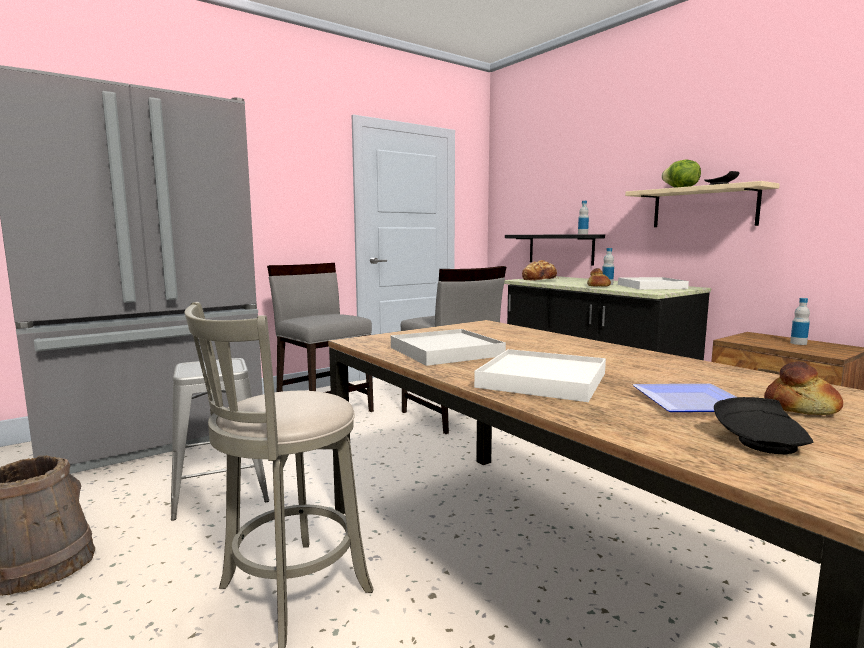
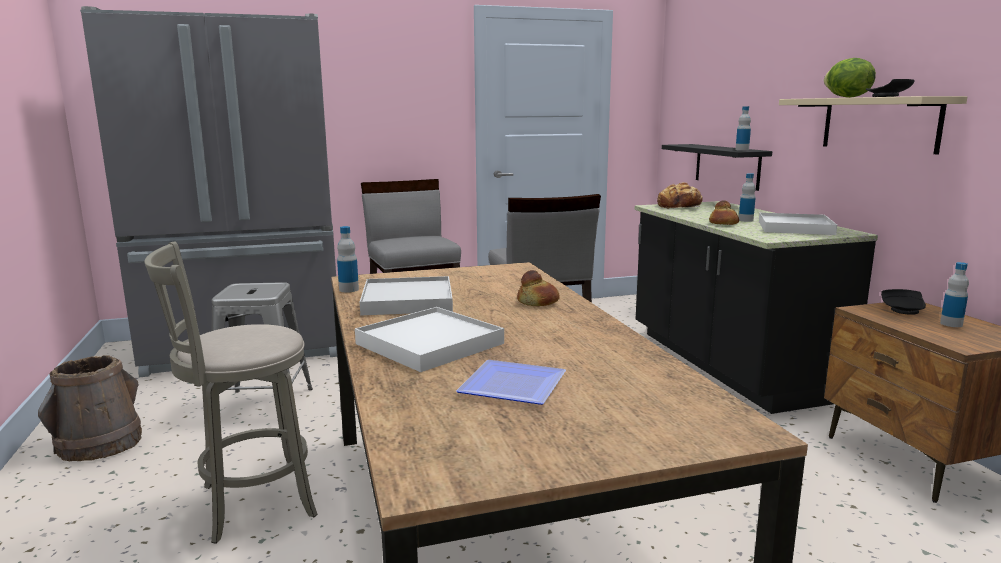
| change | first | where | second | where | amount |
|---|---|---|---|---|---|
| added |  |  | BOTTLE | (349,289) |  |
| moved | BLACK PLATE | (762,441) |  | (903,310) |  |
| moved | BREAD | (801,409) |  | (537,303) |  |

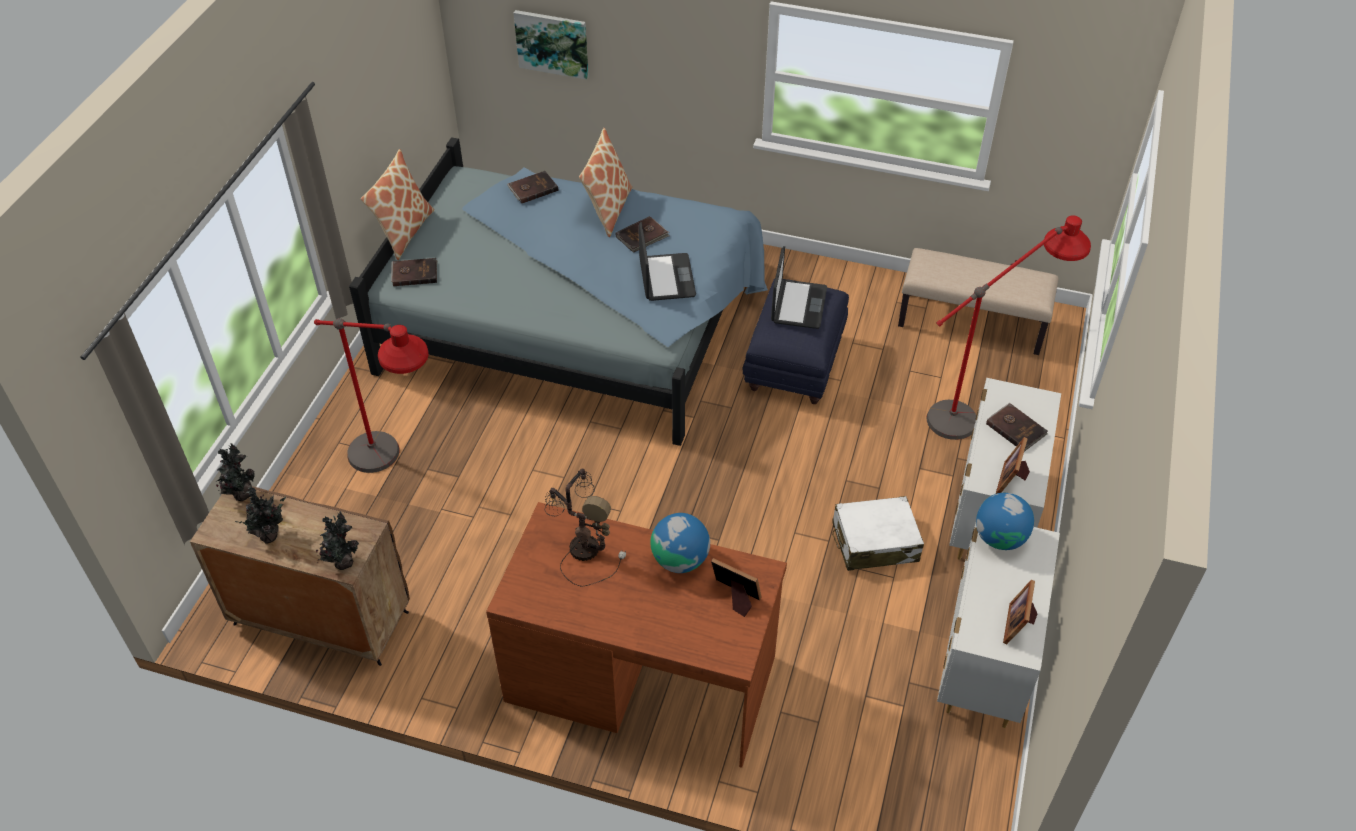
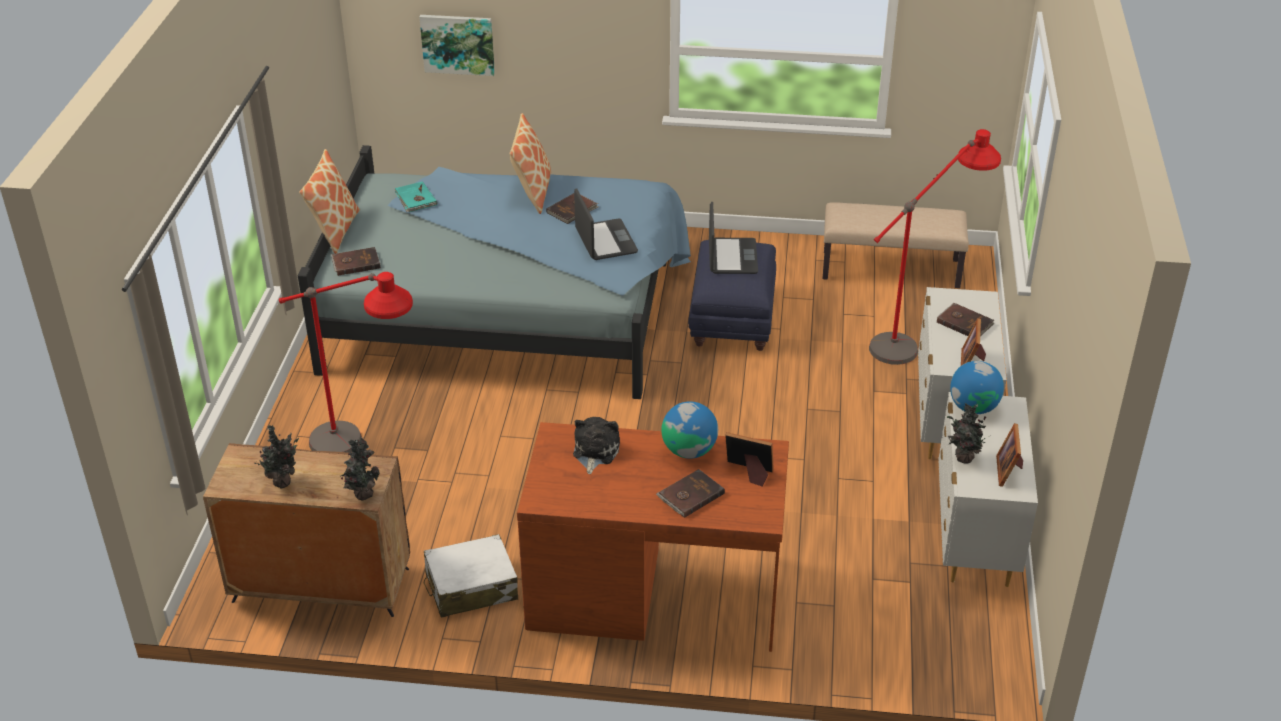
| change | first | where | second | where | amount |
|---|---|---|---|---|---|
| added |  |  | TURQUOISE BOOK | (415,199) |  |
| moved | POTTED PLANT | (241,494) |  | (962,458) |  |
| moved | BROWN BOOK | (532,188) |  | (690,495) |  |
| moved | WHITE SUITCASE | (874,542) |  | (471,587) |  |
| replaced | TABLE LAMP | (583,547) | PLUSH TOY | (594,452) |  |

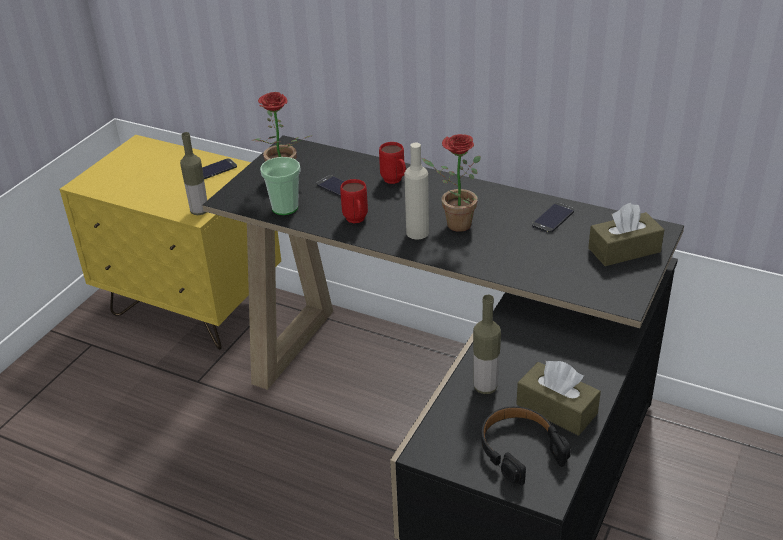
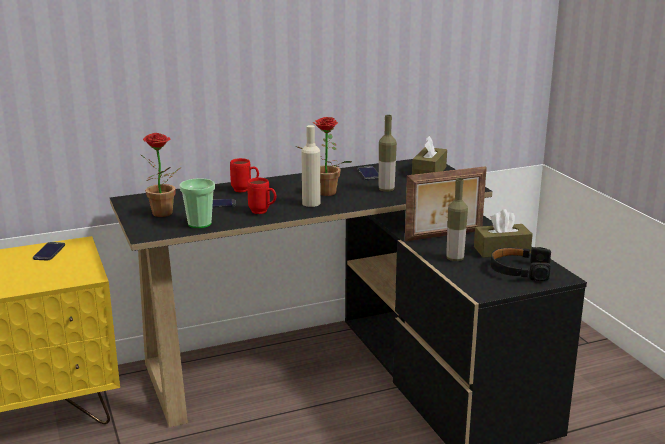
| change | first | where | second | where | amount |
|---|---|---|---|---|---|
| added |  |  | PICTURE FRAME | (444,236) |  |
| moved | BOTTLE | (199,211) |  | (386,189) |  |

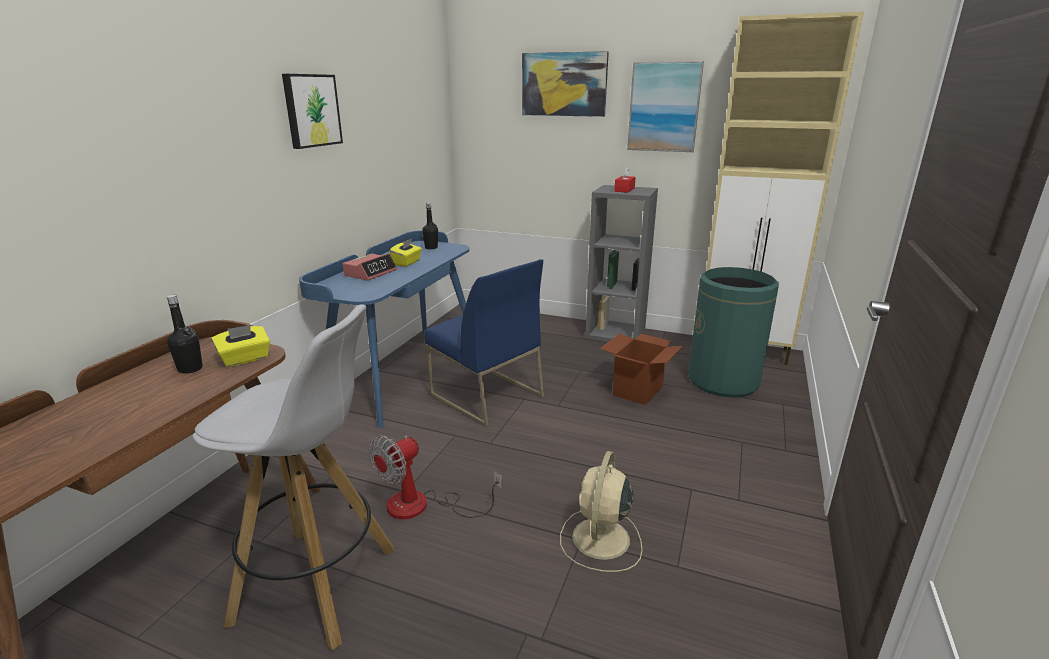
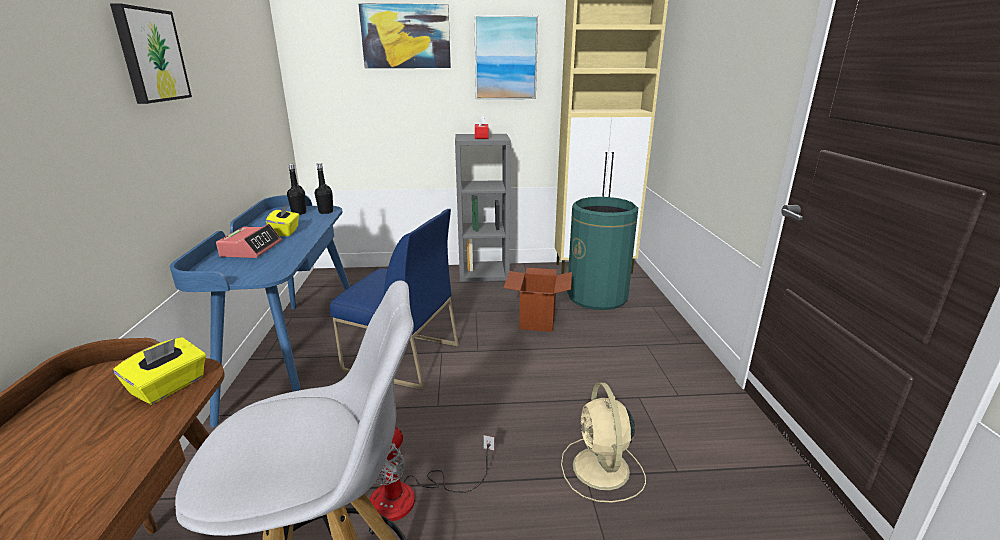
| change | first | where | second | where | amount |
|---|---|---|---|---|---|
| moved | BLACK BOTTLE | (190,369) |  | (326,212) |  |

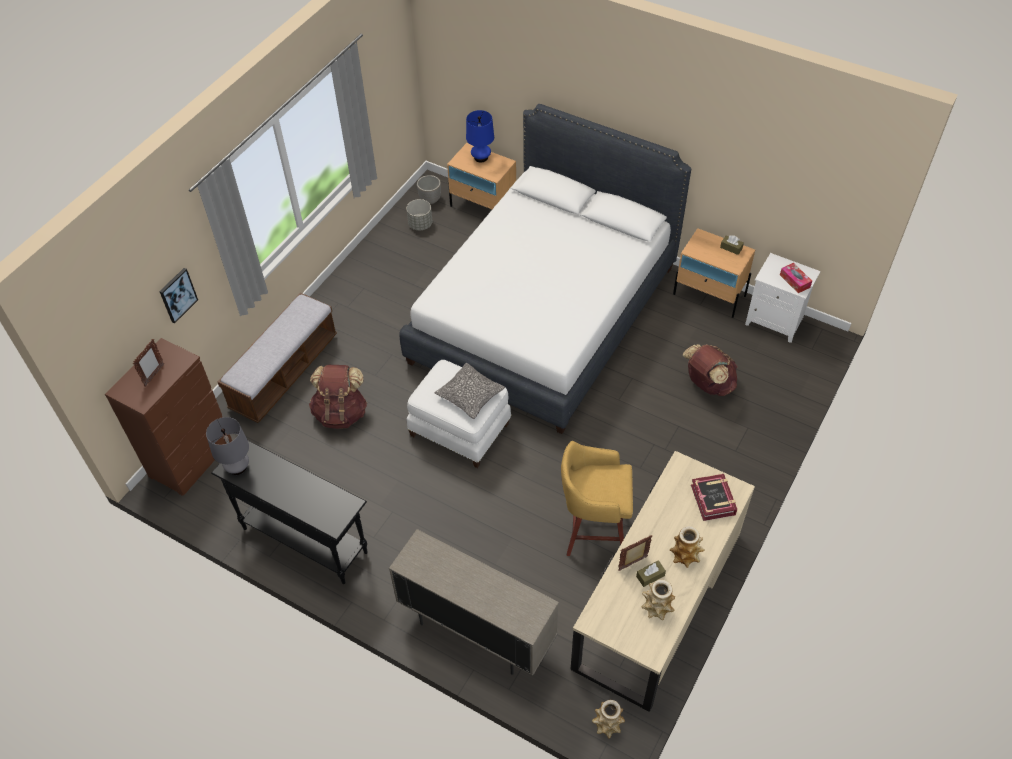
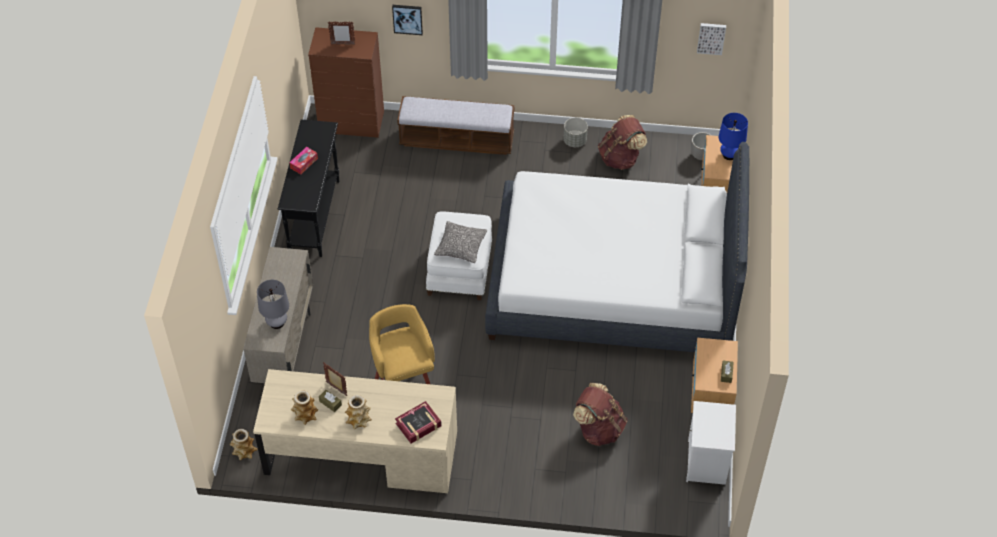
| change | first | where | second | where | amount |
|---|---|---|---|---|---|
| added |  |  | PICTURE | (711,37) |  |
| moved | GREY TABLE LAMP | (237,467) |  | (276,322) |  |
| moved | BROWN BACKPACK | (341,413) |  | (620,158) |  |
| moved | GREY PLANTER | (420,224) |  | (575,141) |  |
| moved | TISSUE BOX | (794,281) |  | (304,163) |  |

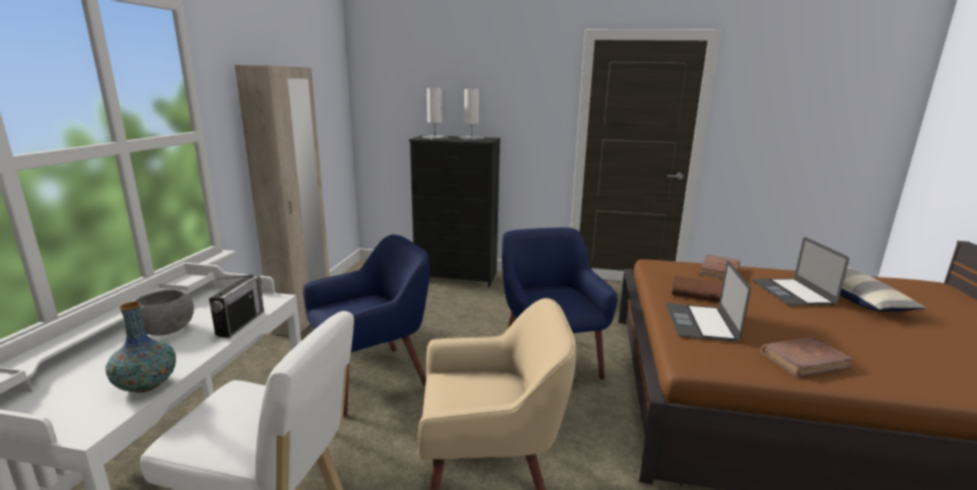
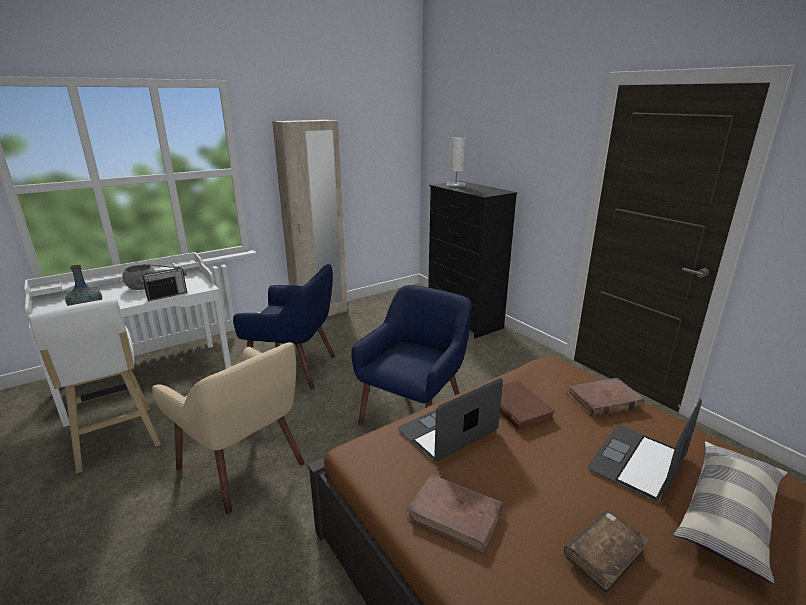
| change | first | where | second | where | amount |
|---|---|---|---|---|---|
| removed | WHITE TABLE LAMP | (471,138) |  |  |  |
| added |  |  | BROWN BOOK | (603,556) |  |

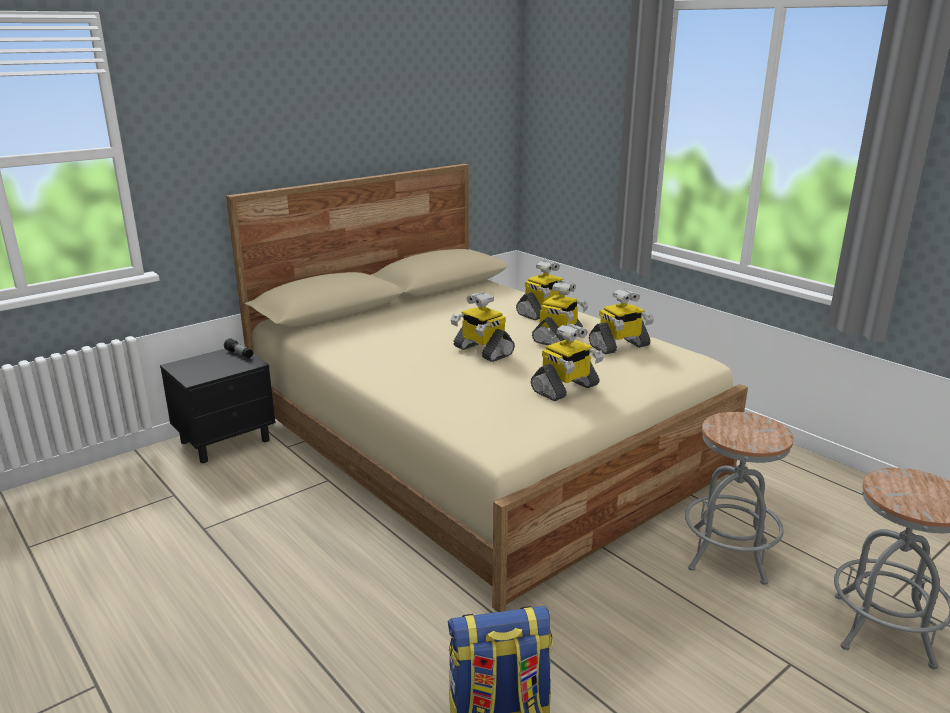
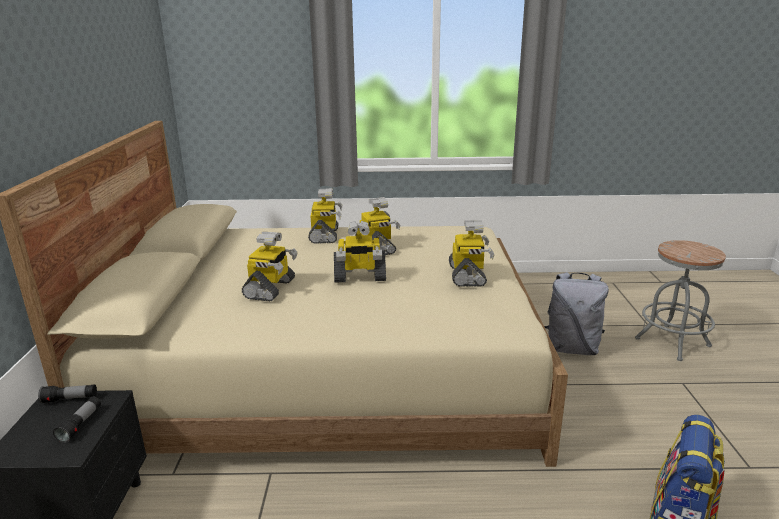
| change | first | where | second | where | amount |
|---|---|---|---|---|---|
| added |  |  | FLASHLIGHT | (80,424) |  |
| moved | TOY ROBOT | (619,346) |  | (271,289) |  |
| replaced | GREY STOOL | (728,555) | GREY BACKPACK | (571,348) |  |

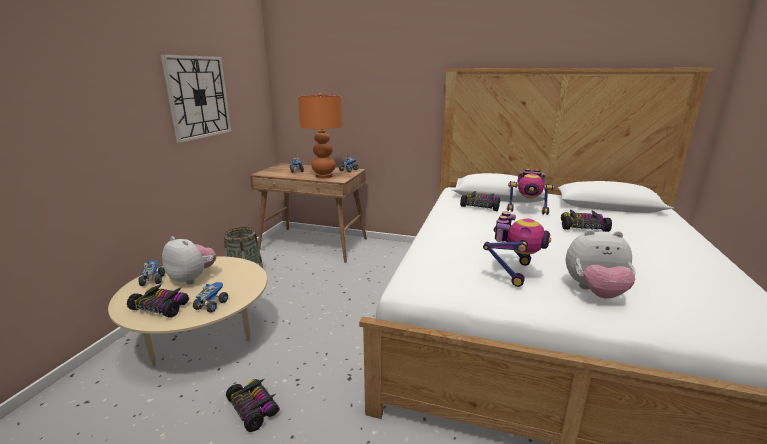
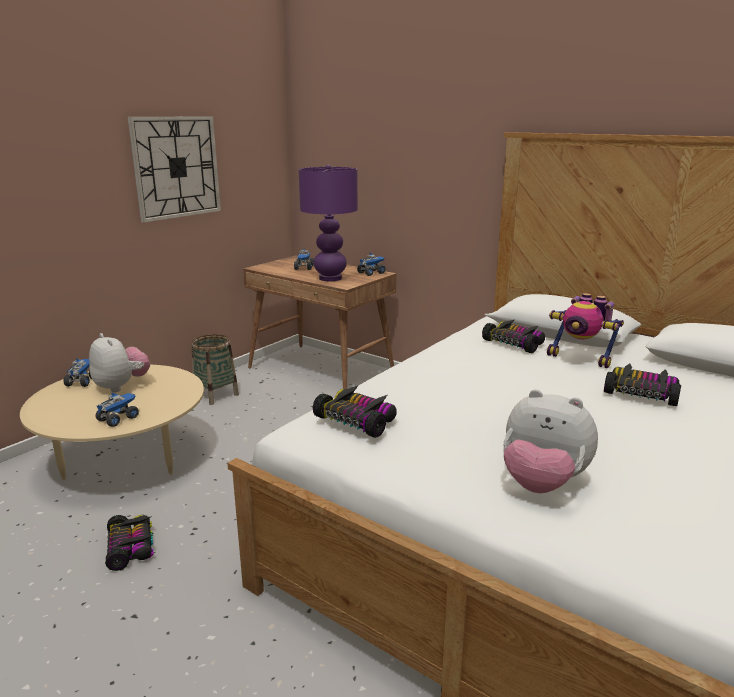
| change | first | where | second | where | amount |
|---|---|---|---|---|---|
| removed | TOY ROBOT | (512,272) |  |  |  |
| moved | TOY CAR | (162,307) |  | (357,420) |  |
| recoloured | ORANGE TABLE LAMP | (324,176) | PURPLE TABLE LAMP | (330,278) |  |

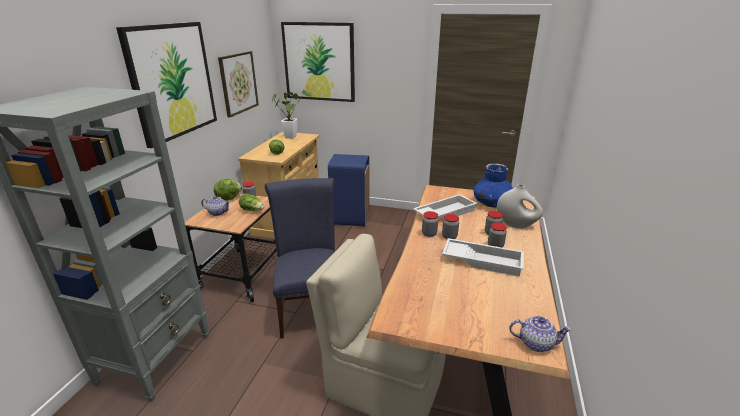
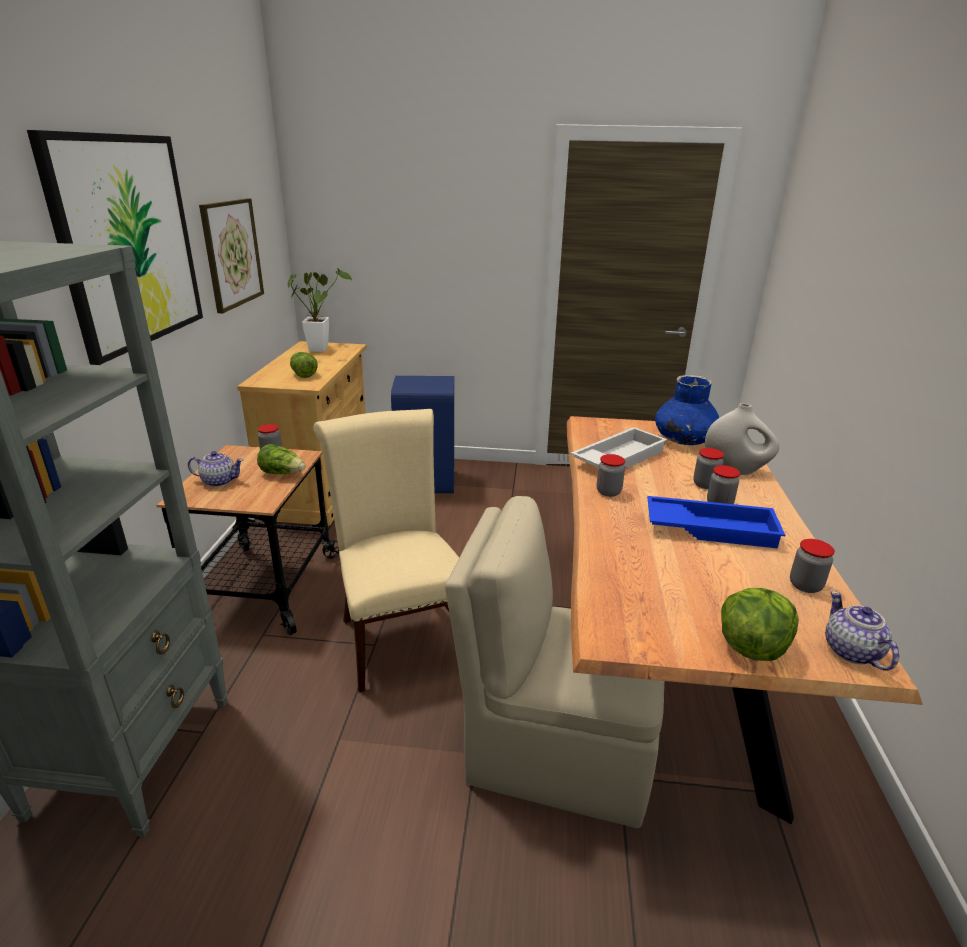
| change | first | where | second | where | amount |
|---|---|---|---|---|---|
| removed | PICTURE | (319,62) |  |  |  |
| moved | LETTUCE | (228,198) |  | (751,646) |  |
| moved | JAR | (449,237) |  | (805,585) |  |
| recoloured | BLUE CHAIR | (311,308) | BEIGE CHAIR | (400,635) |  |
| recoloured | WHITE TRAY | (482,260) | BLUE TRAY | (711,528) |  |
| turned | TEAPOT | (535,343) |  | (851,652) | 105 degrees counterclockwise |

